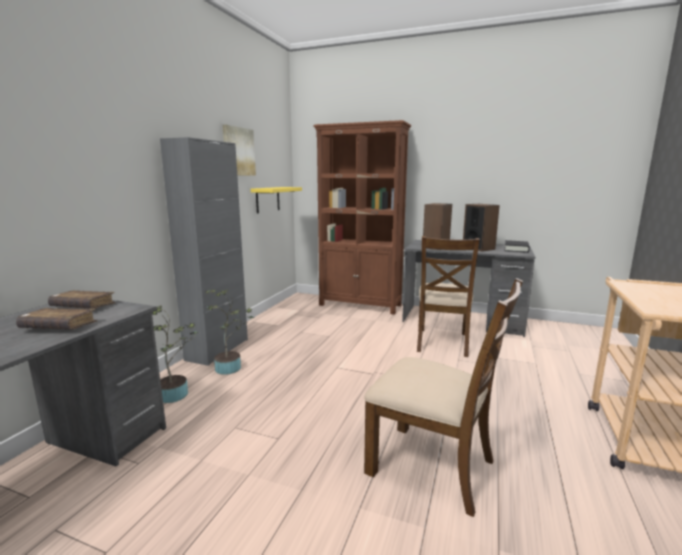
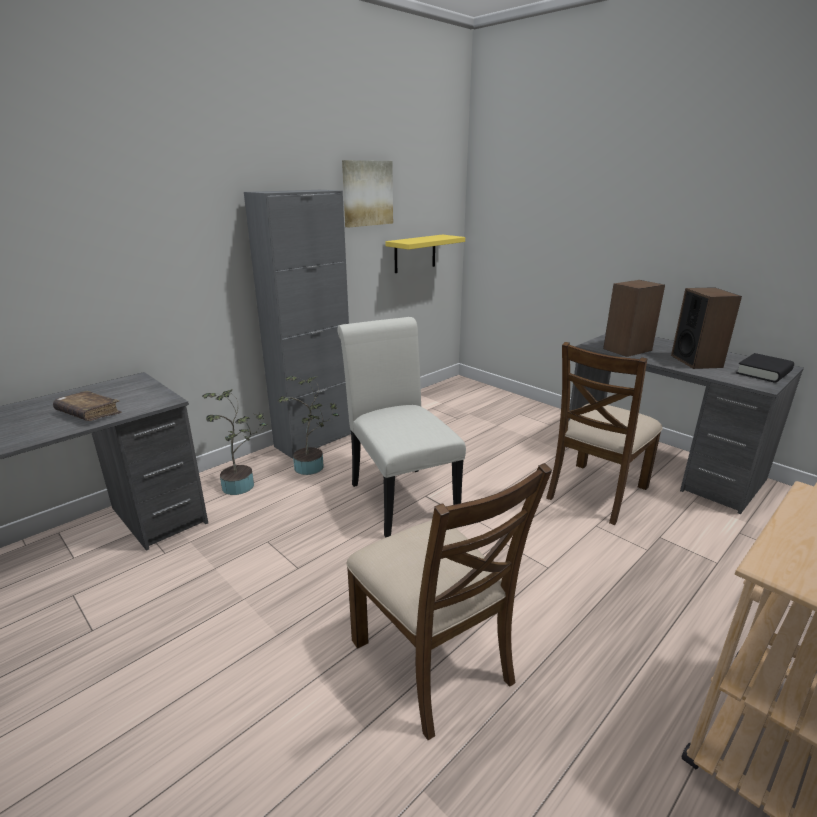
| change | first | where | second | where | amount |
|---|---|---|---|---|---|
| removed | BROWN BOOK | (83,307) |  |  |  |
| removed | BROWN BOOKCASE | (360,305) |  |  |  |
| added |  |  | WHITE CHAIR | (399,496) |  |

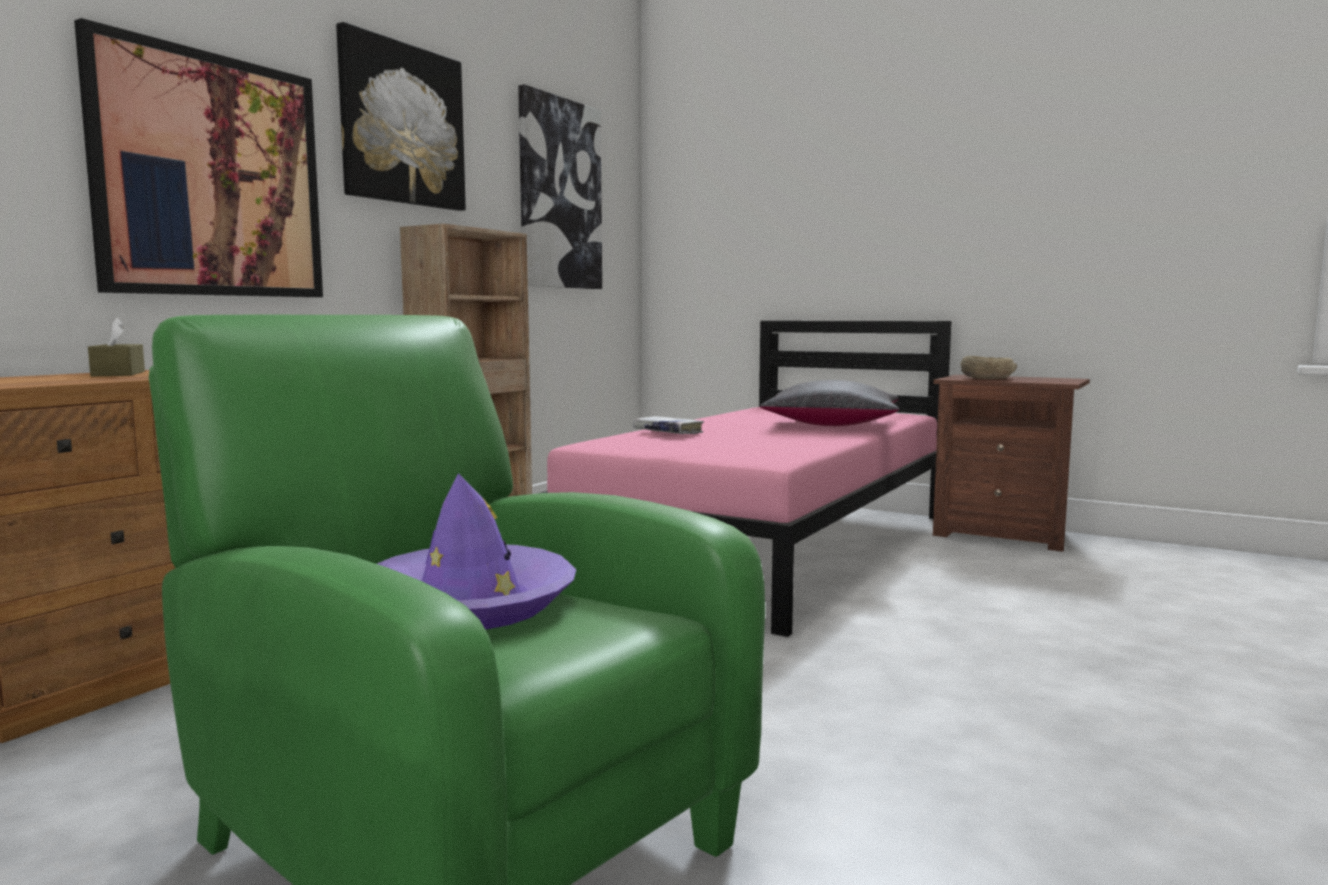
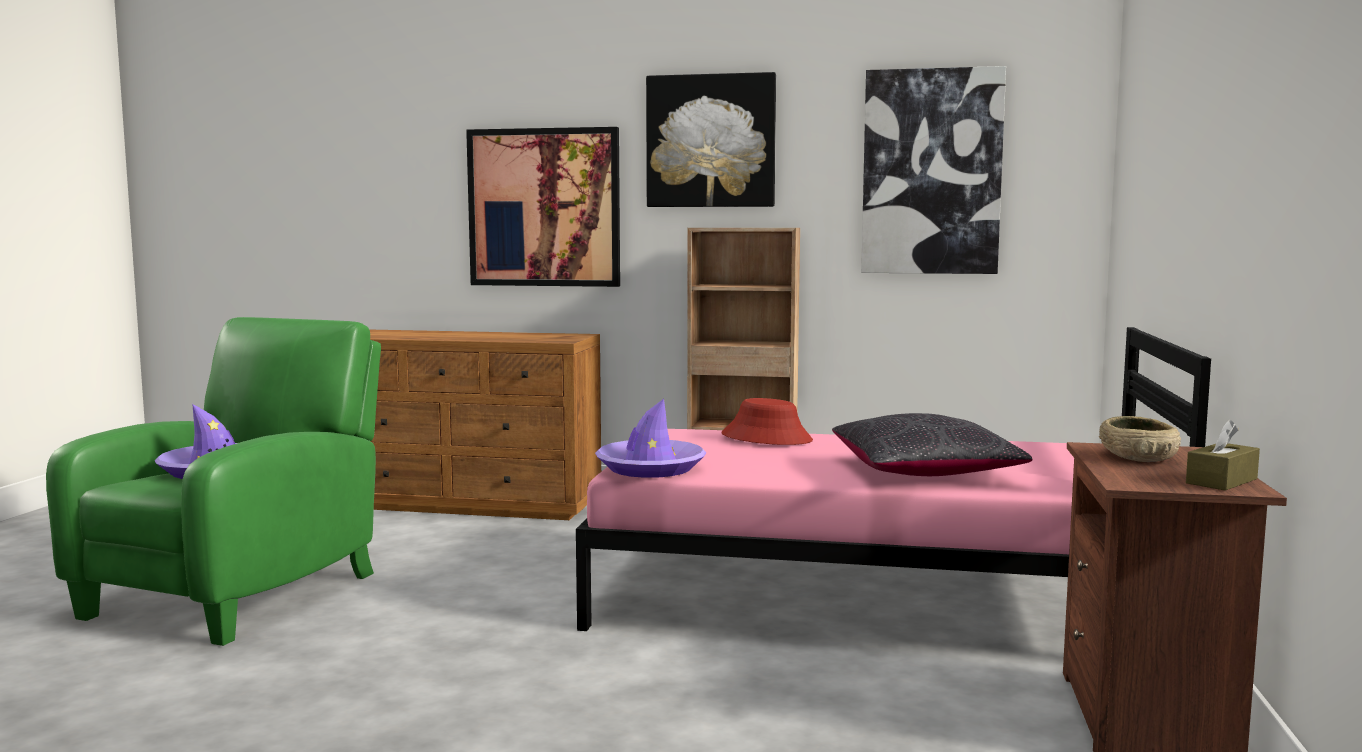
| change | first | where | second | where | amount |
|---|---|---|---|---|---|
| added |  |  | PURPLE HAT | (650,468) |  |
| moved | BROWN TISSUE BOX | (118,374) |  | (1221,481) |  |
| replaced | WHITE BOOK | (668,432) | RED HAT | (766,438) |  |

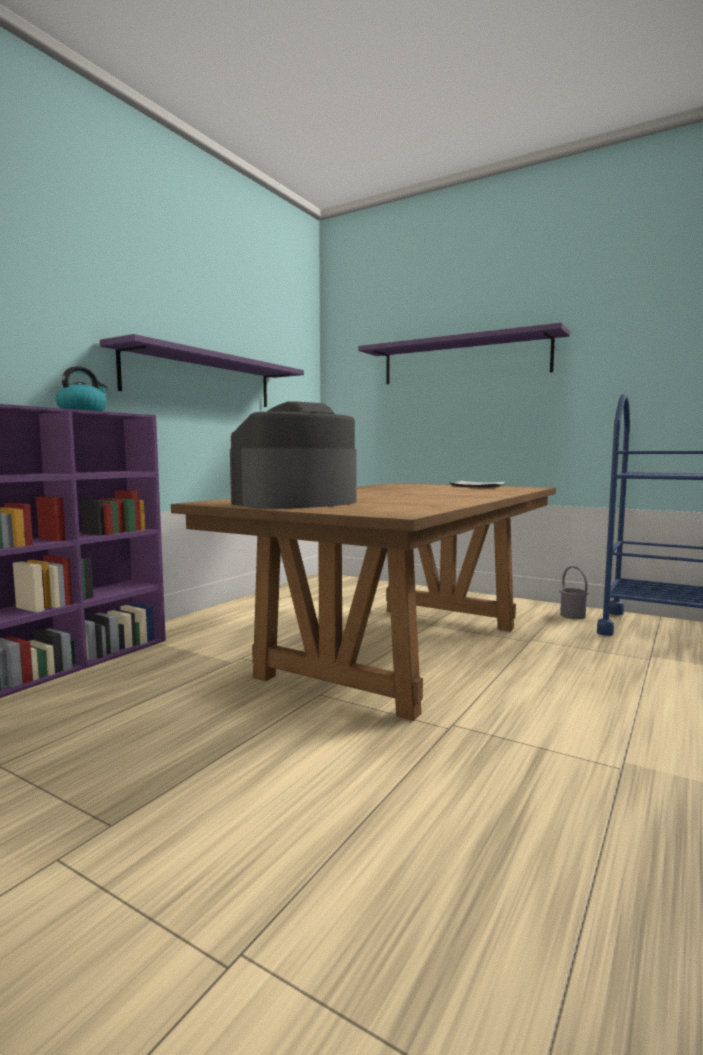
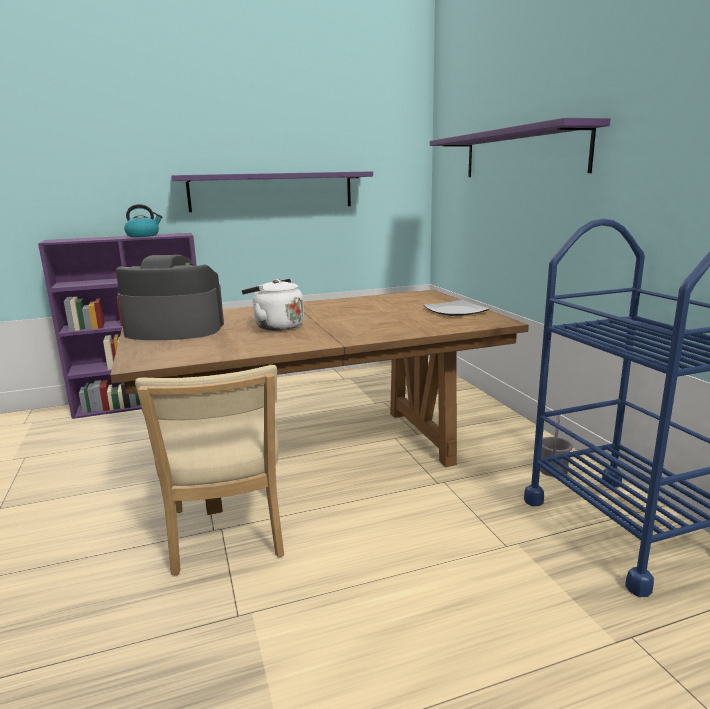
| change | first | where | second | where | amount |
|---|---|---|---|---|---|
| added |  |  | BEIGE CHAIR | (227,537) |  |
| added |  |  | WHITE KETTLE | (276,326) |  |

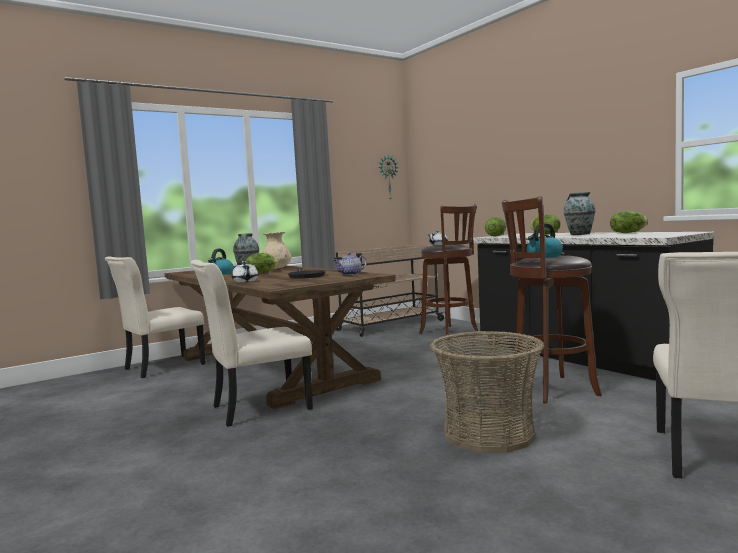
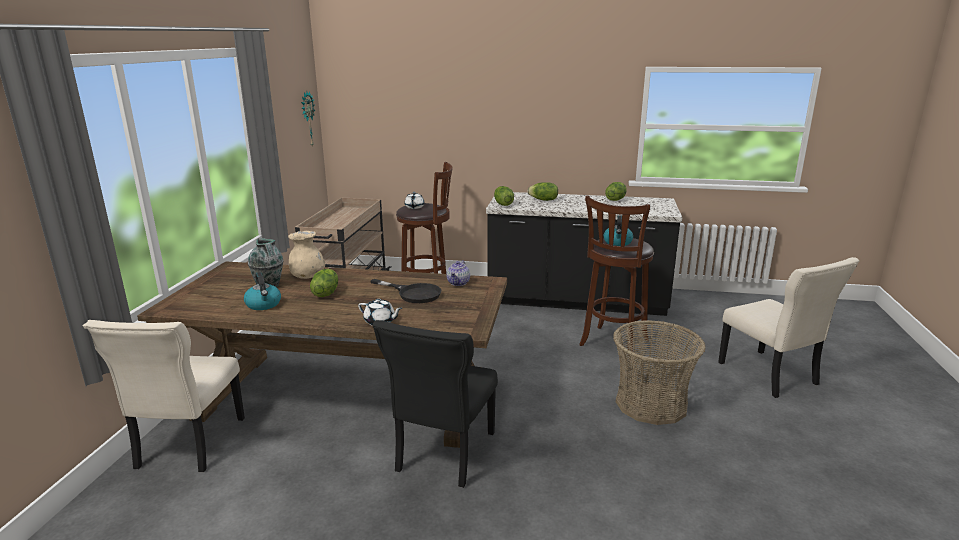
| change | first | where | second | where | amount |
|---|---|---|---|---|---|
| removed | VASE | (579,234) |  |  |  |
| recoloured | BEIGE CHAIR | (257,408) | BLACK CHAIR | (443,454) |  |

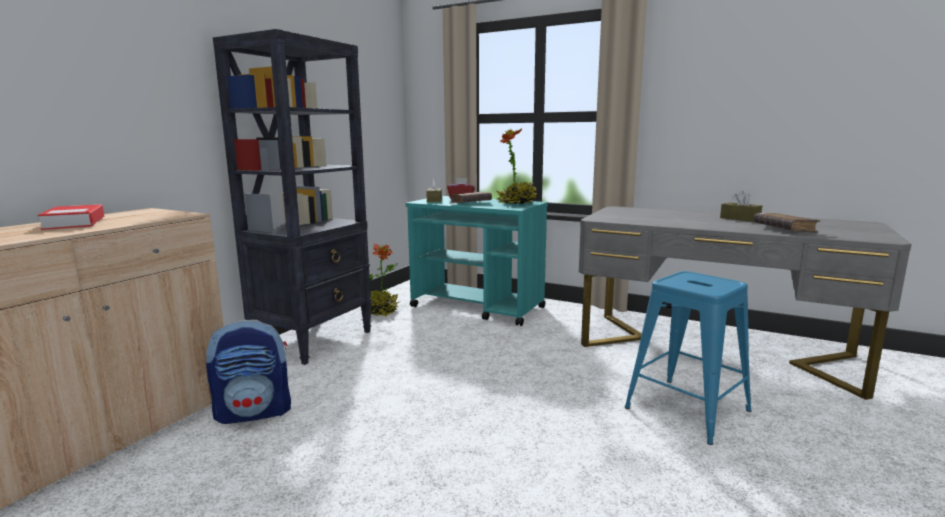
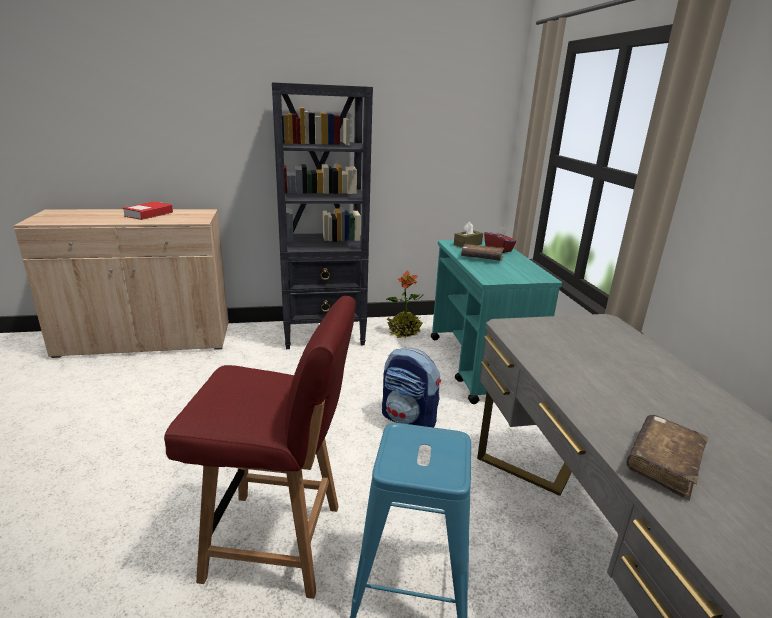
| change | first | where | second | where | amount |
|---|---|---|---|---|---|
| removed | POTTED PLANT | (517,203) |  |  |  |
| removed | BROWN TISSUE BOX | (740,218) |  |  |  |
| added |  |  | RED CHAIR | (277,542) |  |
| moved | BACKPACK | (255,412) |  | (409,420) |  |

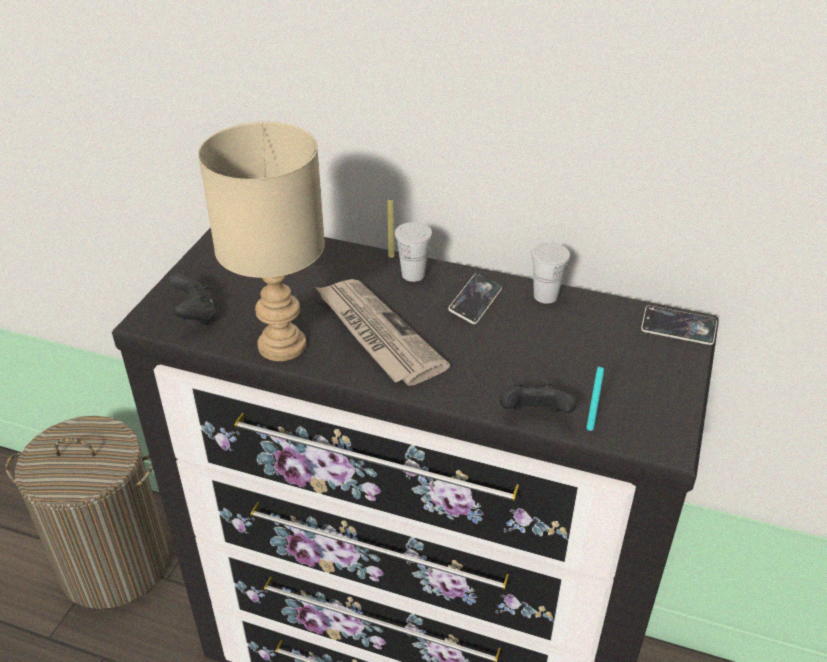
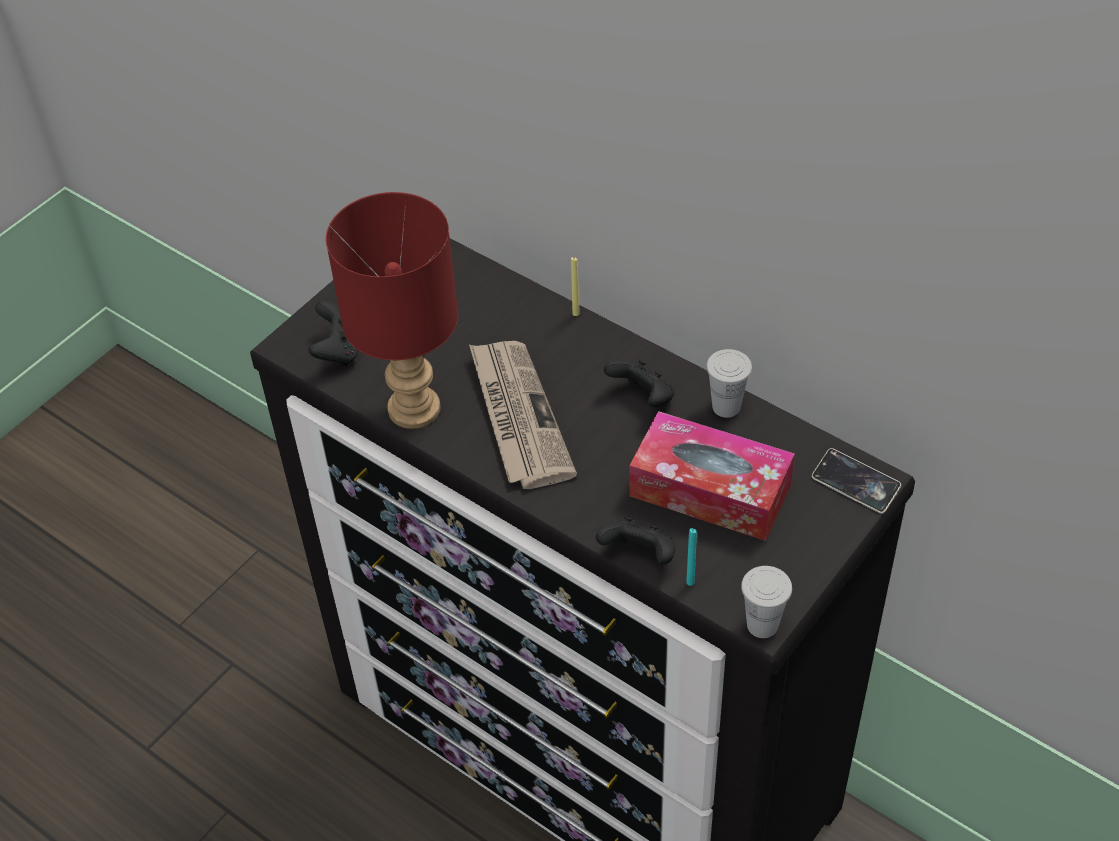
| change | first | where | second | where | amount |
|---|---|---|---|---|---|
| removed | LAUNDRY BASKET | (115,563) |  |  |  |
| added |  |  | TISSUE BOX | (710,490) |  |
| moved | WHITE CUP | (413,274) |  | (762,625) |  |
| replaced | PHONE | (475,302) | BLACK GAME CONTROLLER | (643,398) |  |
| recoloured | BEIGE TABLE LAMP | (280,345) | RED TABLE LAMP | (412,407) |  |

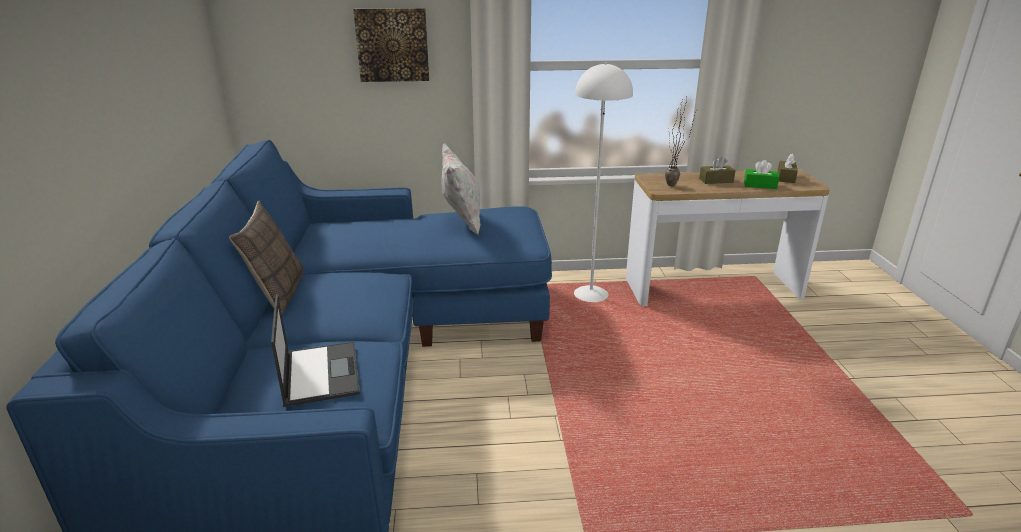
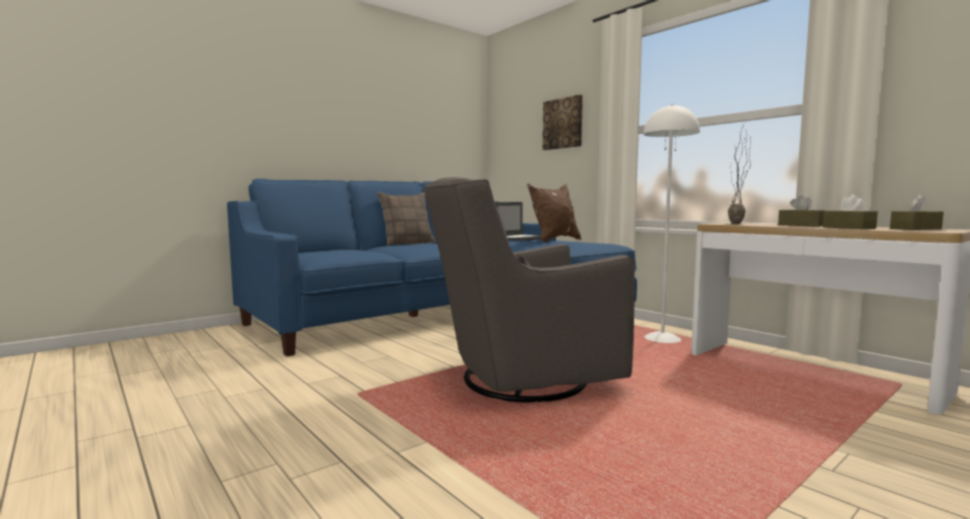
| change | first | where | second | where | amount |
|---|---|---|---|---|---|
| added |  |  | GREY ARMCHAIR | (518,379) |  |
| moved | LAPTOP | (320,373) |  | (522,238) |  |
| recoloured | WHITE PILLOW | (462,223) | BROWN PILLOW | (554,240) |  |
| recoloured | GREEN TISSUE BOX | (760,185) | BROWN TISSUE BOX | (848,228) |  |

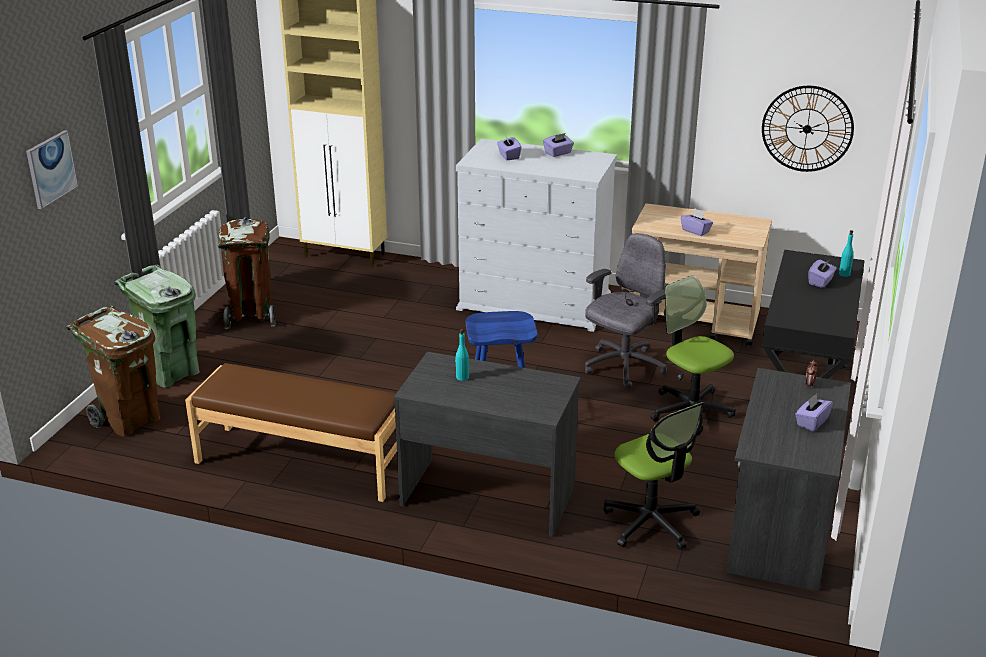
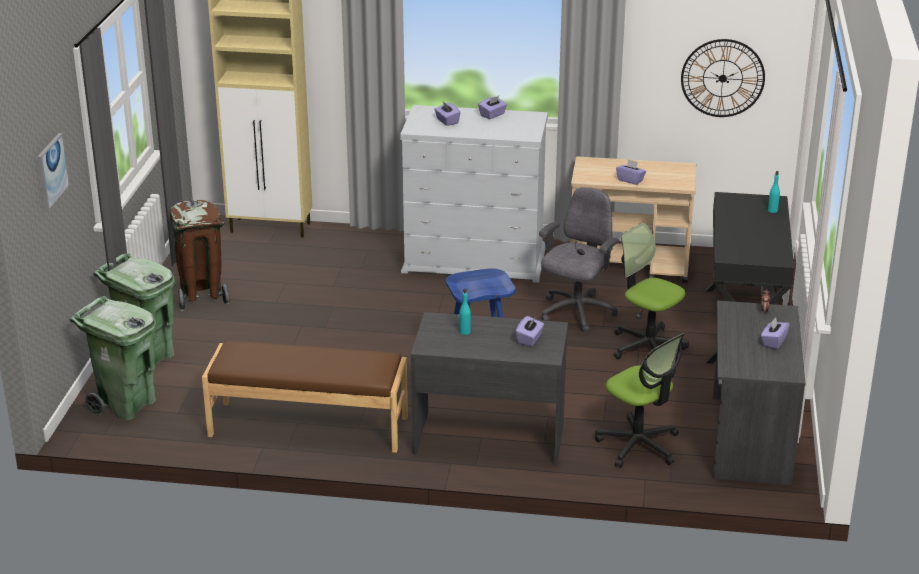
| change | first | where | second | where | amount |
|---|---|---|---|---|---|
| moved | PURPLE TISSUE BOX | (821,282) |  | (529,339) |  |
| recoloured | BROWN TRASH CAN | (129,420) | GREEN TRASH CAN | (126,405) |  |

